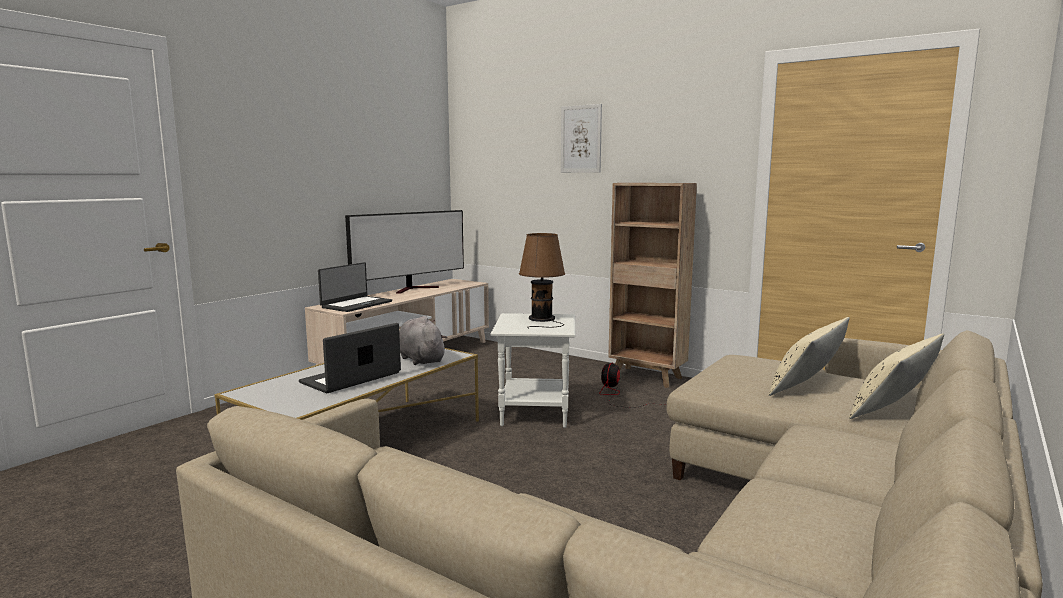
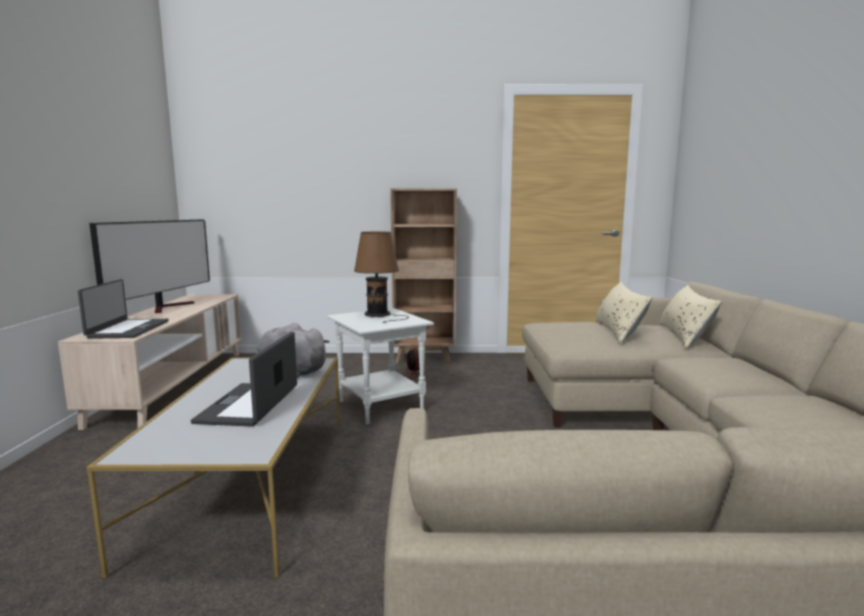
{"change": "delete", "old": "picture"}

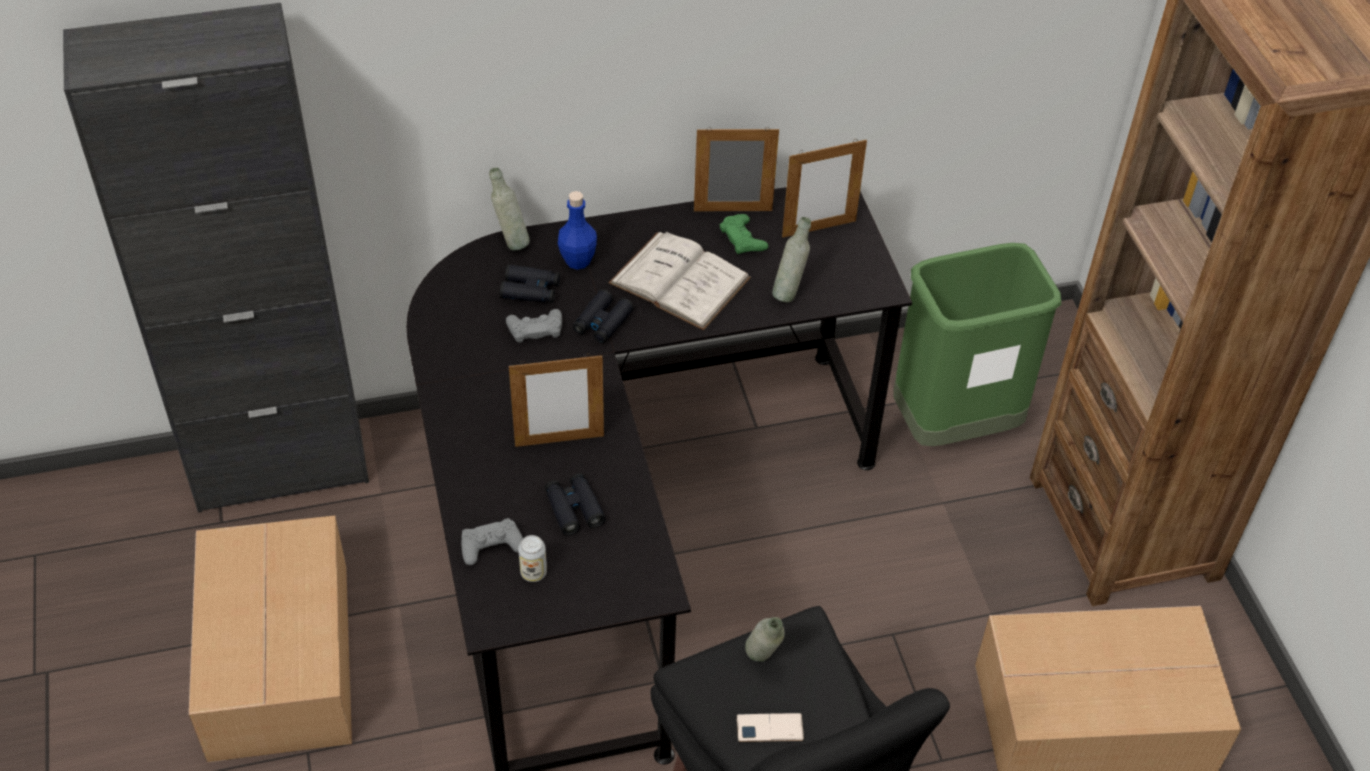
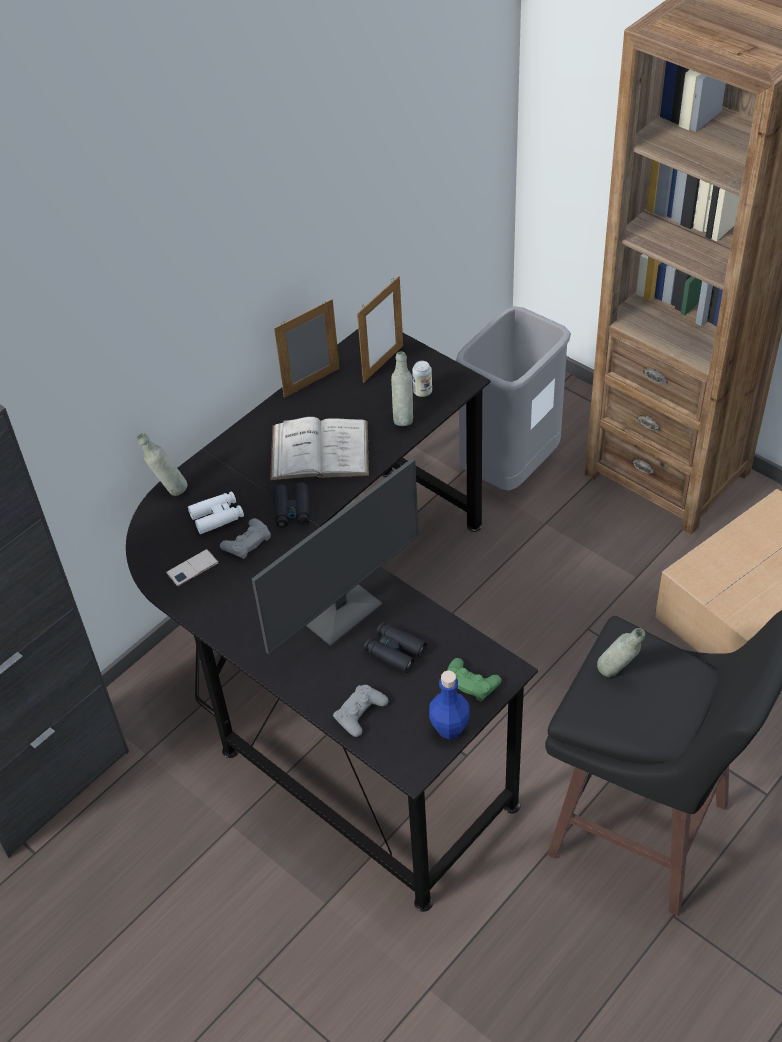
{"change": "move", "old": "bottle in blue"}
{"change": "move", "old": "game controller in green"}
{"change": "recolor", "old": "trash can in green", "new": "trash can in grey"}
{"change": "recolor", "old": "binoculars in black (1st from left)", "new": "binoculars in white"}
{"change": "replace", "old": "picture frame (1st from left)", "new": "monitor"}
{"change": "delete", "old": "cardboard box (1st from left)"}
{"change": "move", "old": "can"}
{"change": "move", "old": "phone"}

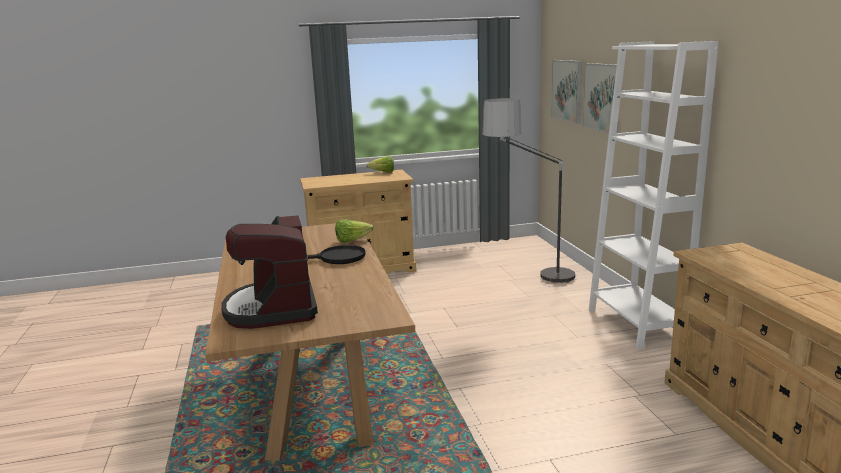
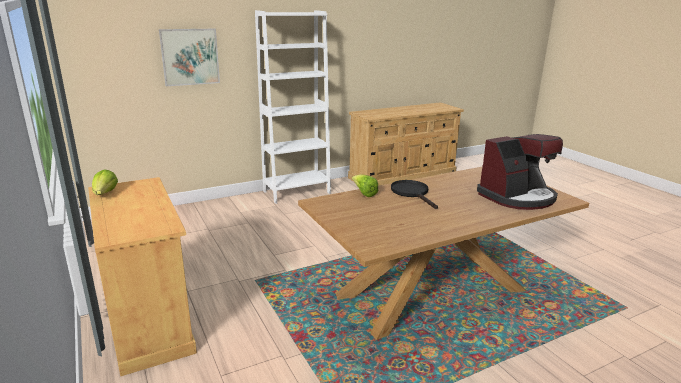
{"change": "delete", "old": "picture (1st from left)"}
{"change": "delete", "old": "floor lamp"}

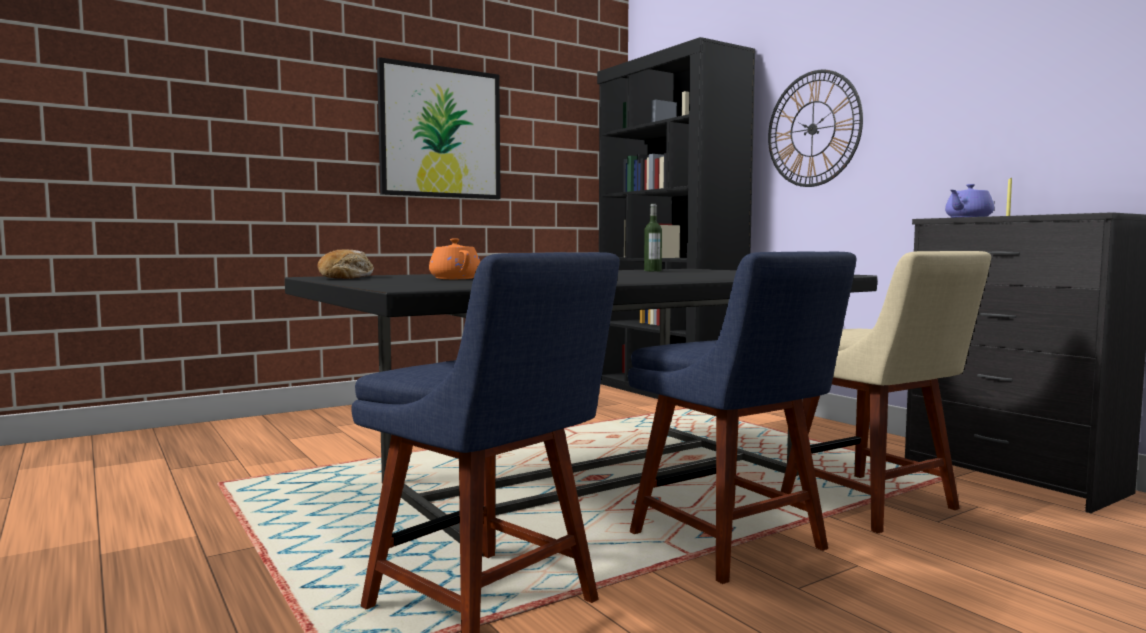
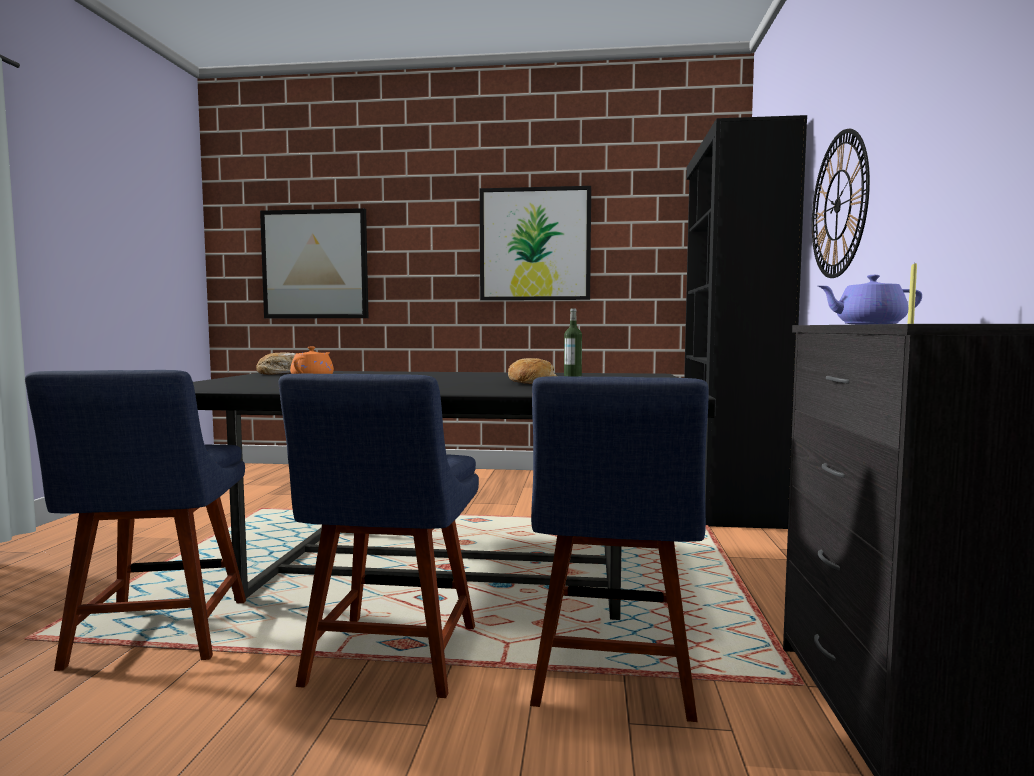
{"change": "recolor", "old": "chair in beige", "new": "chair in blue (3rd from left)"}
{"change": "insert", "new": "picture (1st from left)"}
{"change": "insert", "new": "bread (2nd from left)"}

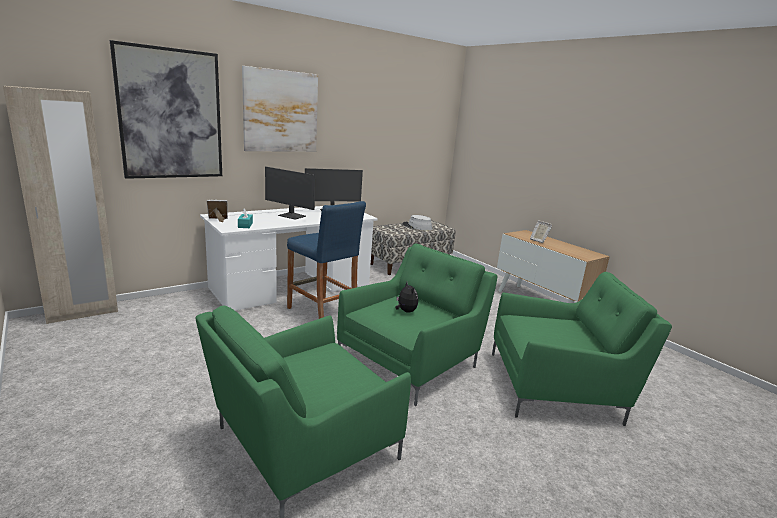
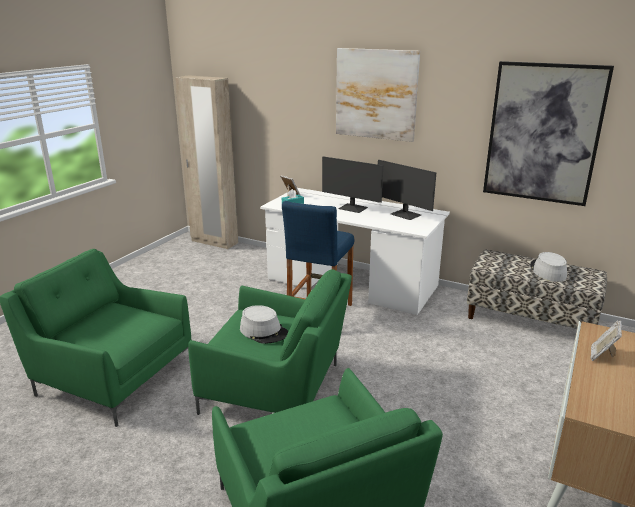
{"change": "move", "old": "picture (1st from left in the first image)", "new": "picture (2nd from left)"}
{"change": "rotate", "old": "monitor (1st from left)", "degrees": -60}
{"change": "replace", "old": "plush toy", "new": "hat in grey (1st from left)"}

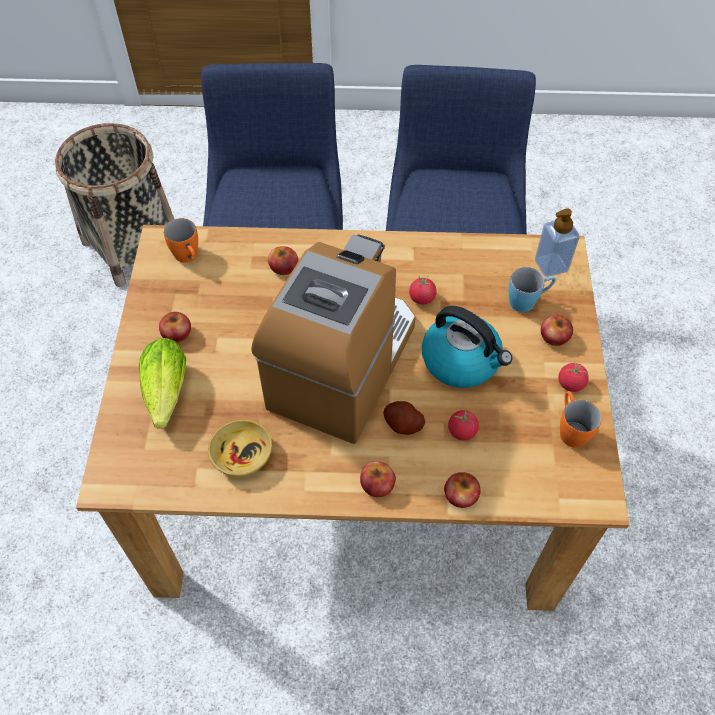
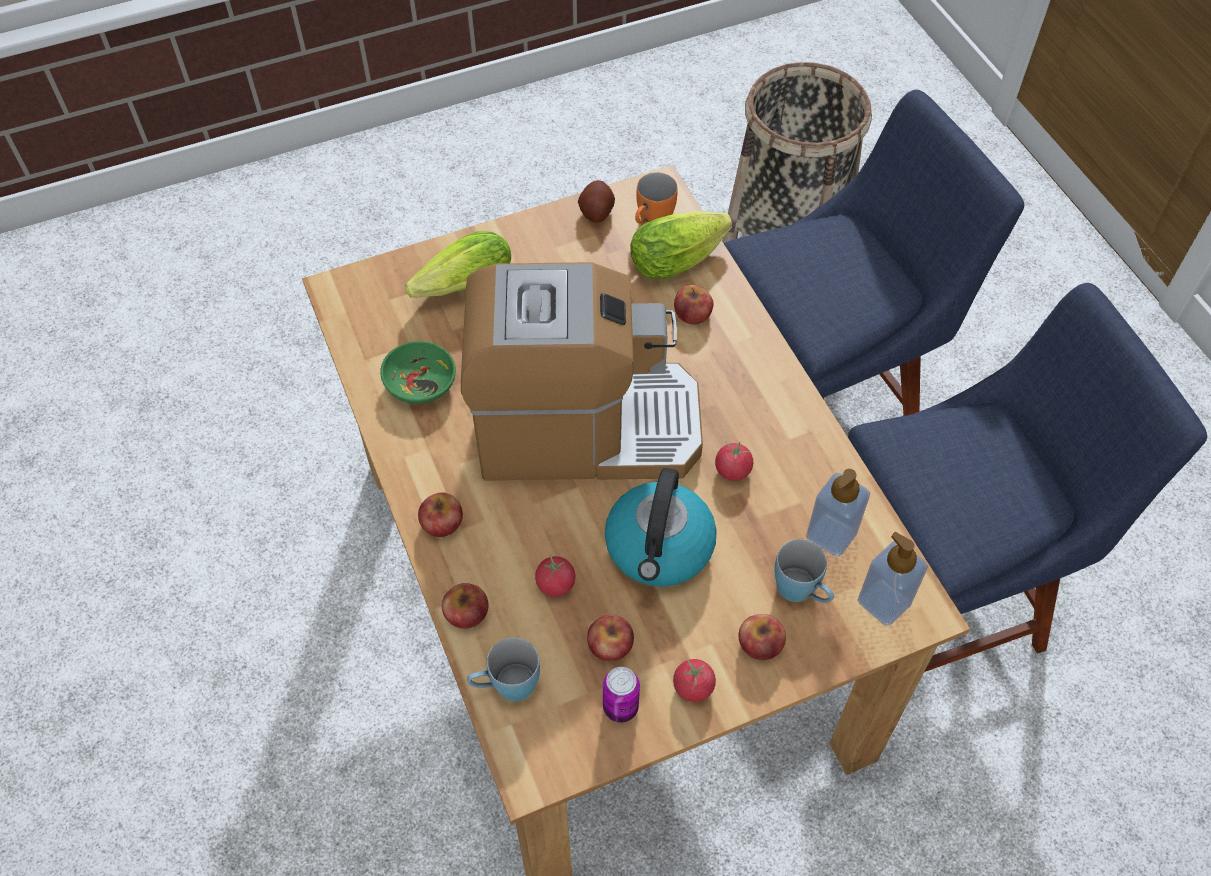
{"change": "move", "old": "apple (1st from left in the first image)", "new": "apple (3rd from left)"}
{"change": "replace", "old": "mug in orange (2nd from left)", "new": "can"}
{"change": "move", "old": "potato"}
{"change": "recolor", "old": "bowl in beige", "new": "bowl in green"}
{"change": "insert", "new": "lettuce (2nd from left)"}
{"change": "insert", "new": "soap dispenser (1st from left)"}
{"change": "insert", "new": "mug in blue (1st from left)"}

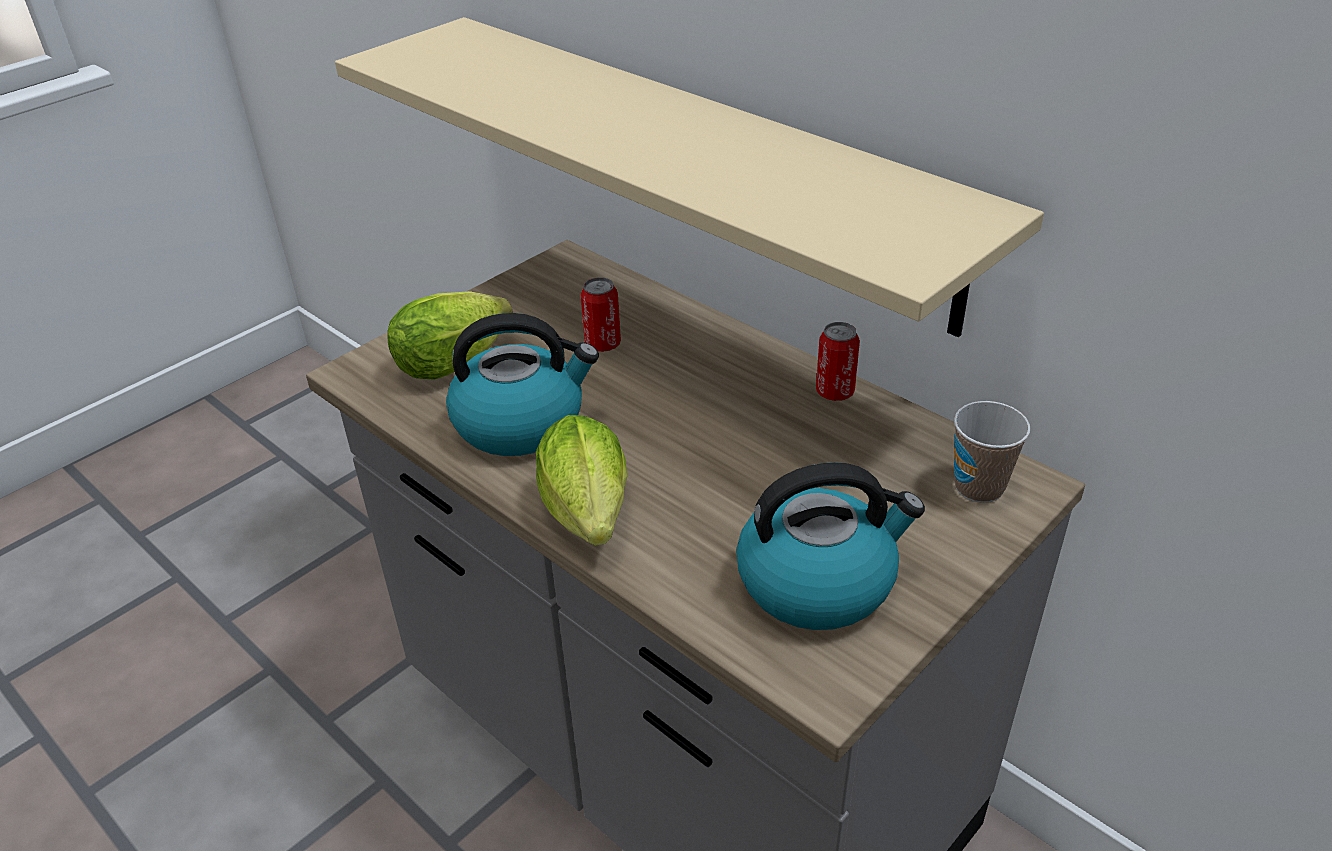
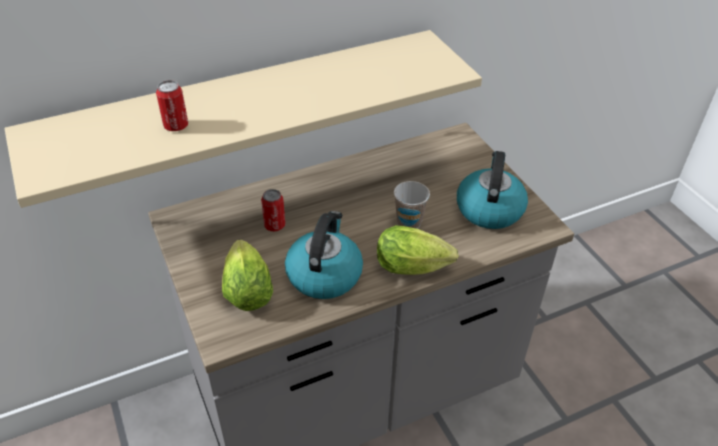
{"change": "move", "old": "can (2nd from left in the first image)", "new": "can (1st from left)"}
{"change": "move", "old": "cup"}

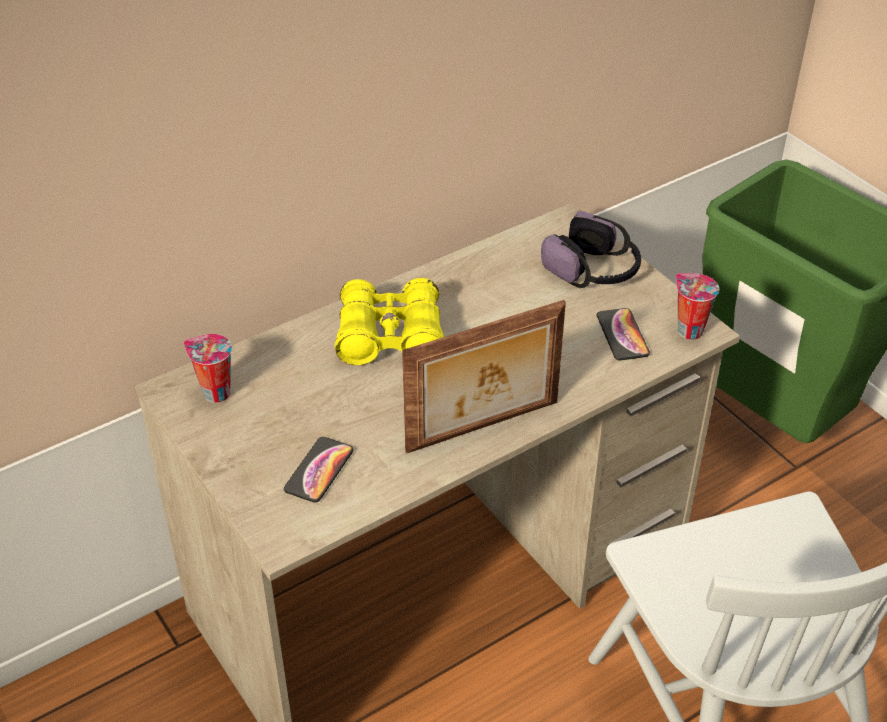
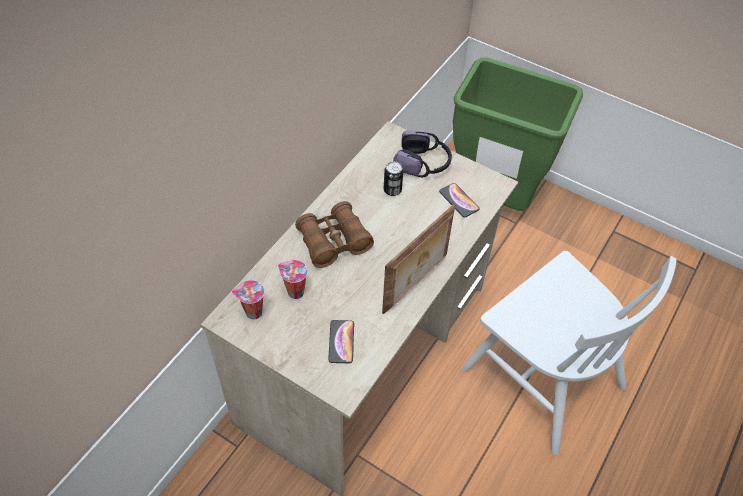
{"change": "move", "old": "cup (2nd from left)"}
{"change": "recolor", "old": "binoculars in yellow", "new": "binoculars in brown"}
{"change": "insert", "new": "can"}

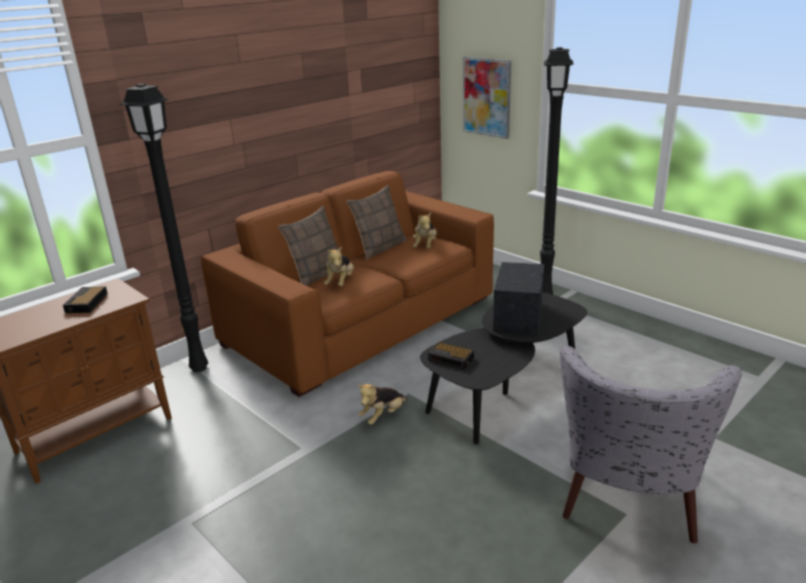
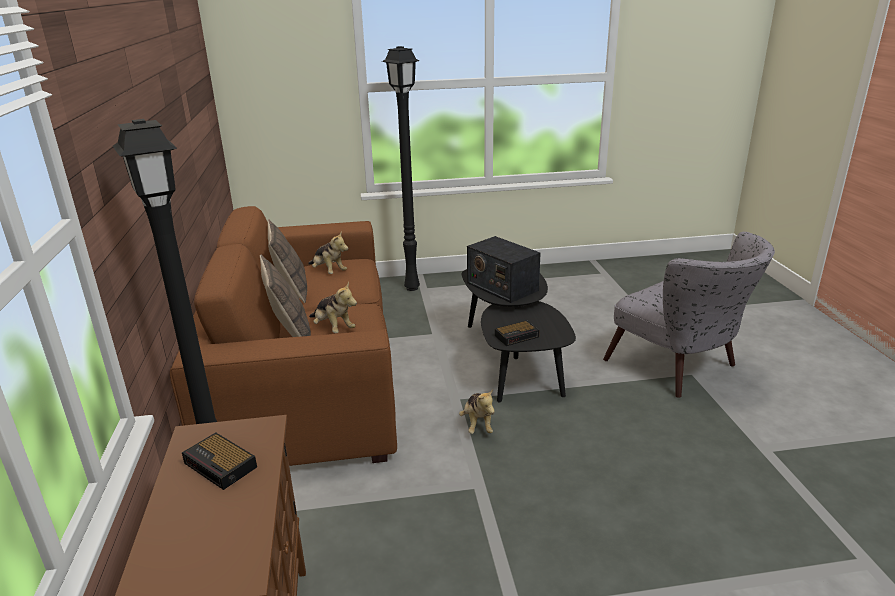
{"change": "delete", "old": "picture"}

